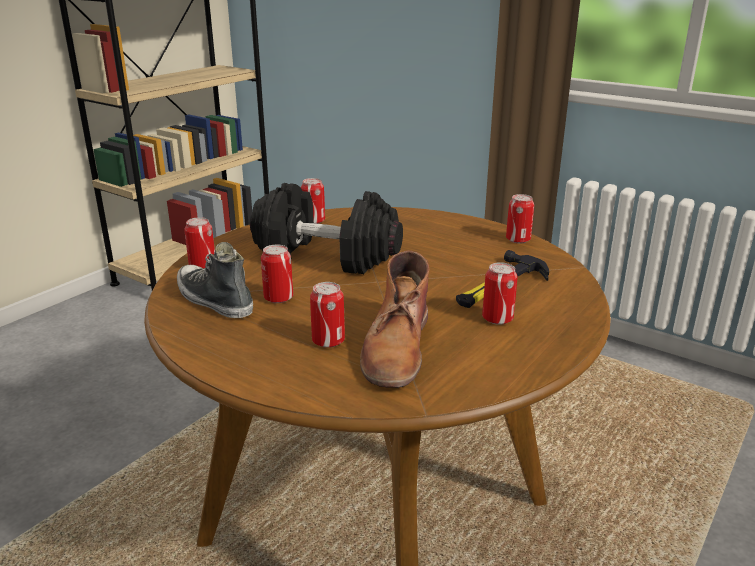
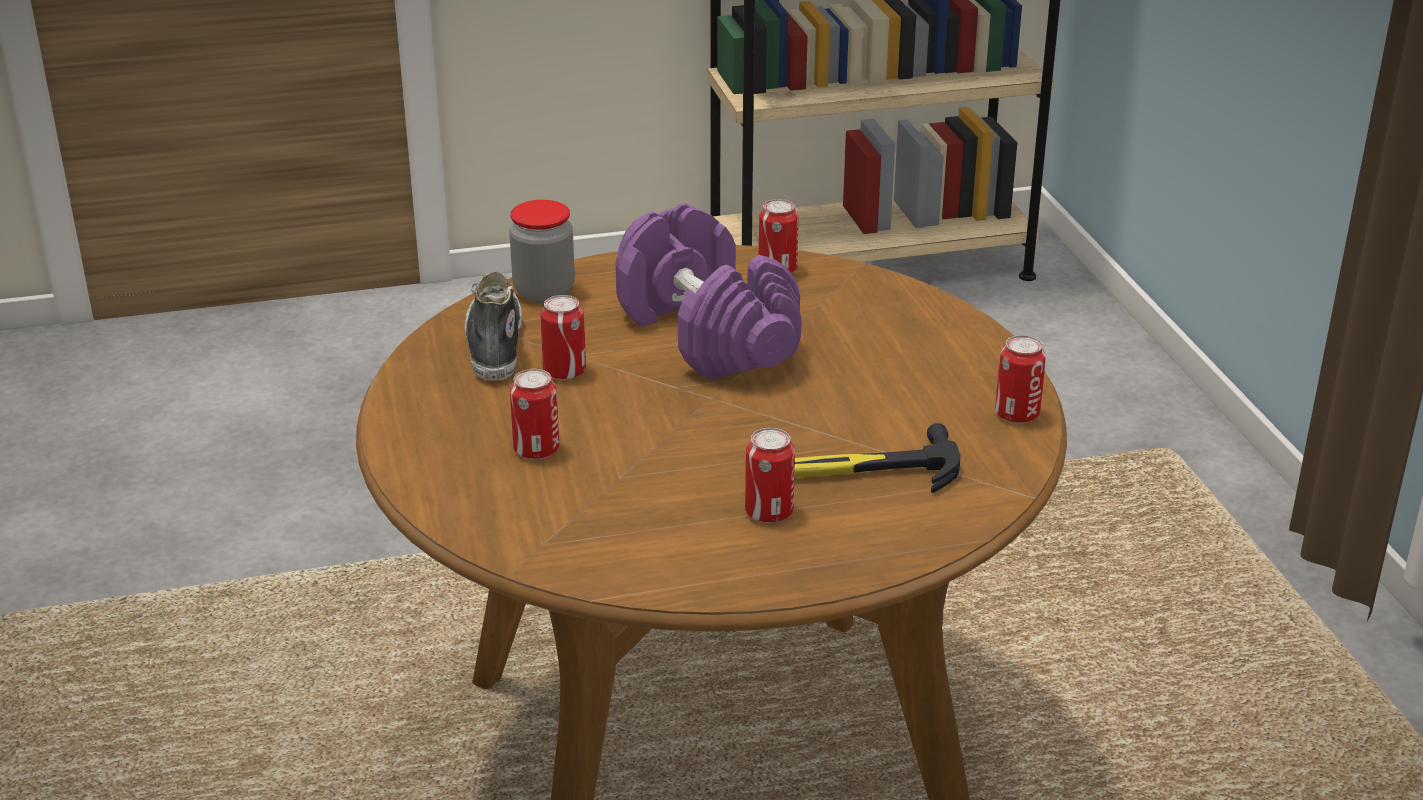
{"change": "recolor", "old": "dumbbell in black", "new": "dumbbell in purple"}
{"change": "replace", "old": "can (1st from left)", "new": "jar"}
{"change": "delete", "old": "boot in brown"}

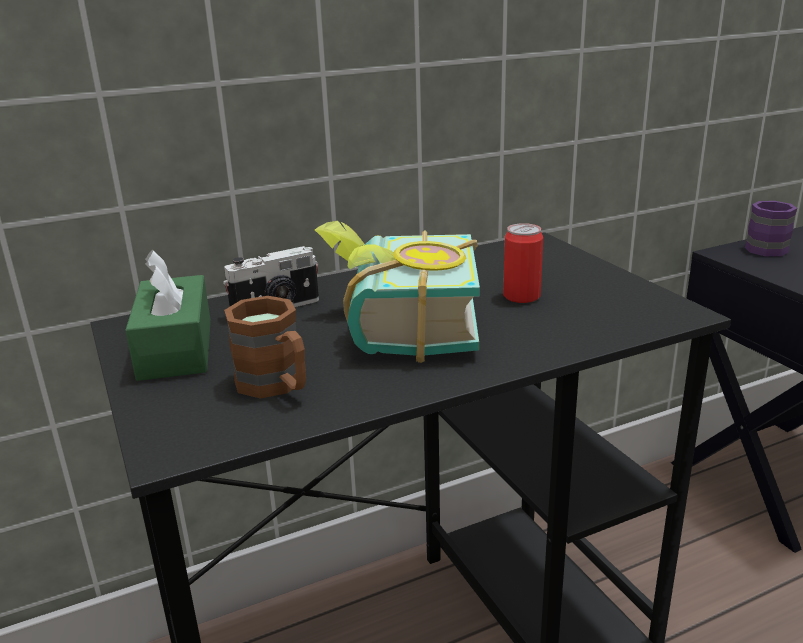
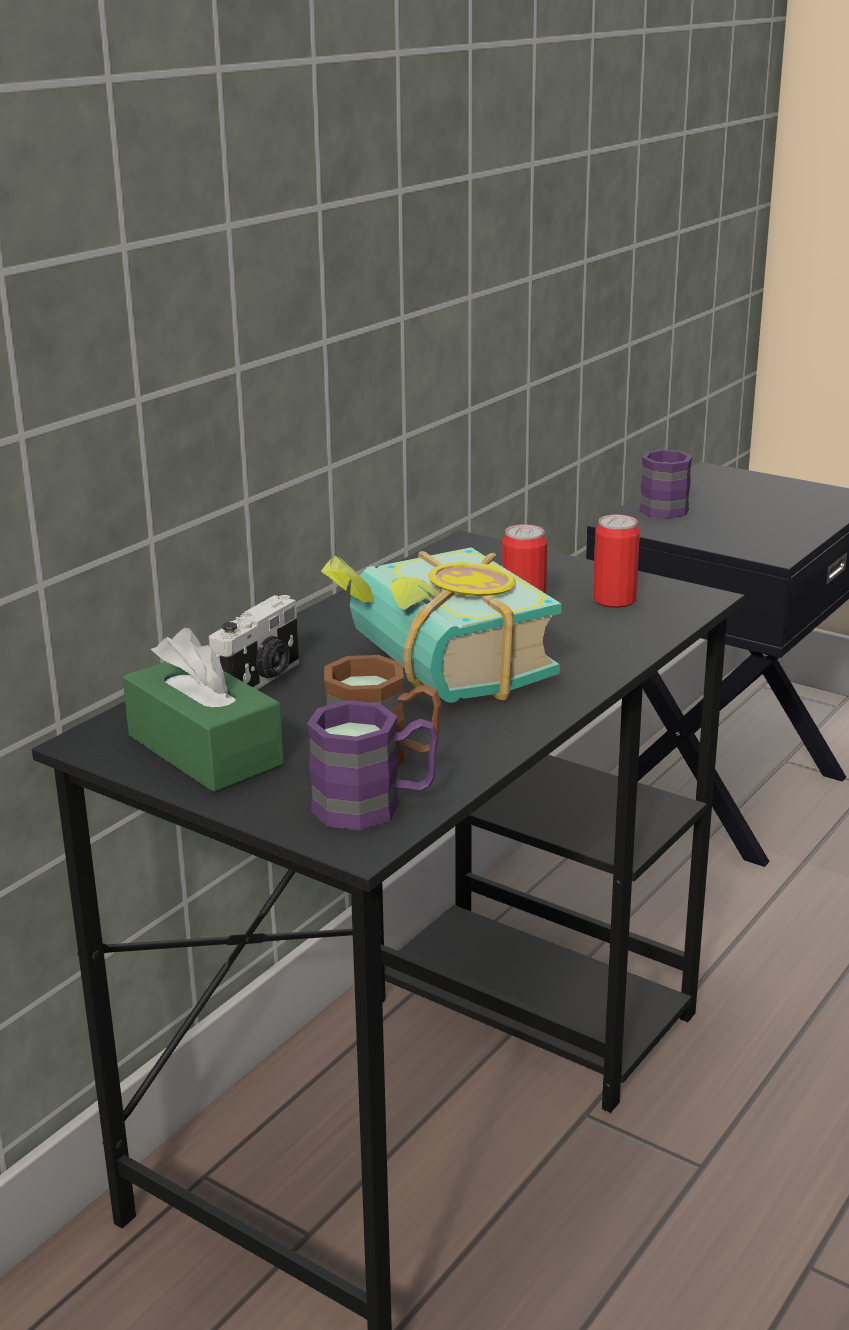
{"change": "insert", "new": "can (2nd from left)"}
{"change": "insert", "new": "mug in purple (1st from left)"}

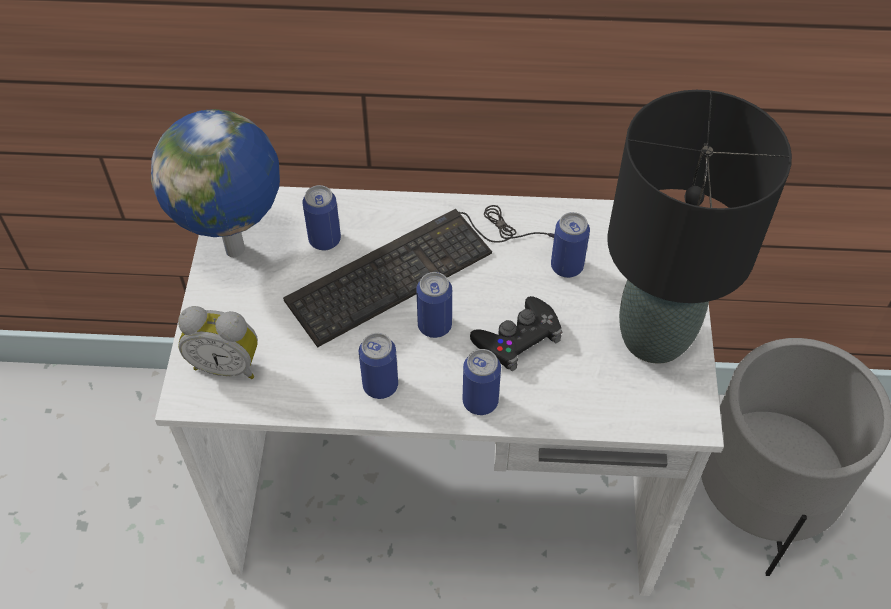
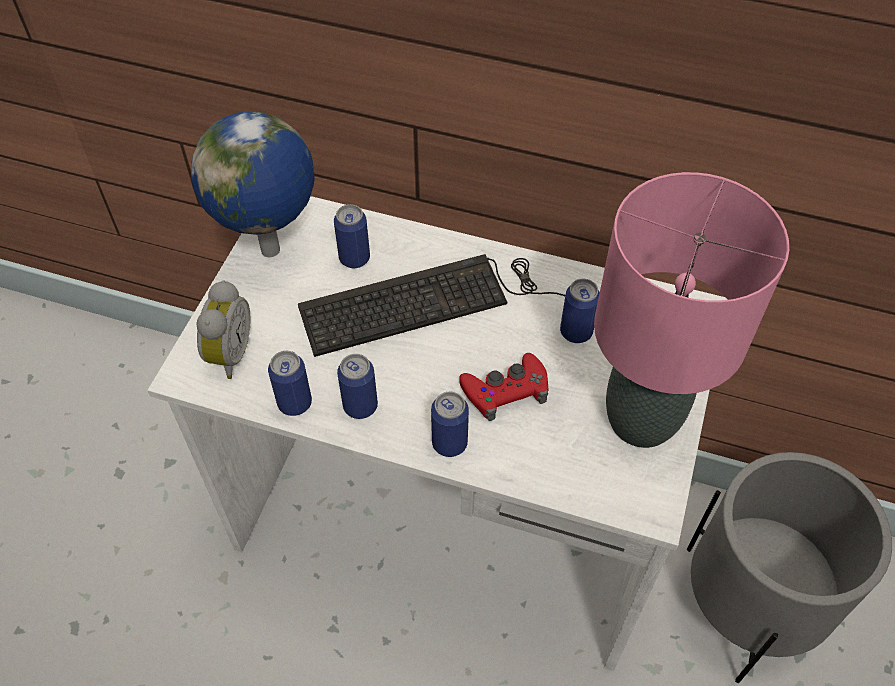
{"change": "recolor", "old": "table lamp in black", "new": "table lamp in pink"}
{"change": "move", "old": "can (3rd from left in the first image)", "new": "can (1st from left)"}
{"change": "recolor", "old": "game controller in black", "new": "game controller in red"}
{"change": "rotate", "old": "alarm clock", "degrees": -105}

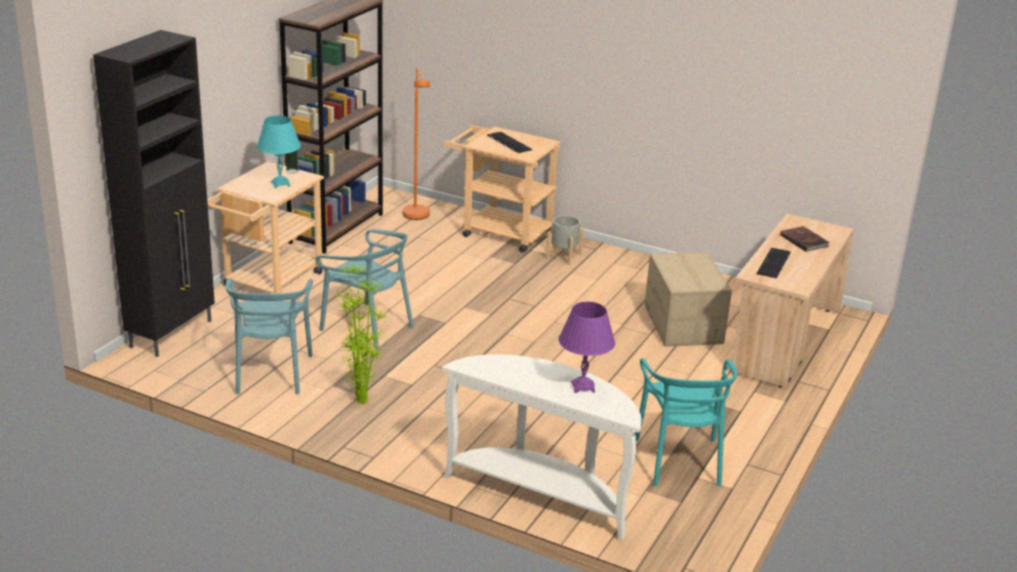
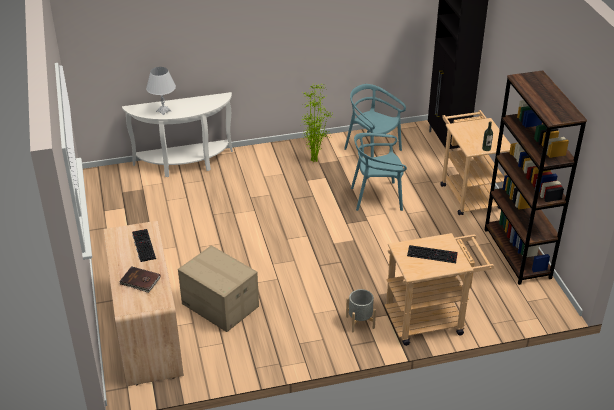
{"change": "delete", "old": "floor lamp in orange"}
{"change": "delete", "old": "table lamp in turquoise"}
{"change": "recolor", "old": "table lamp in purple", "new": "table lamp in white"}
{"change": "delete", "old": "chair in turquoise (3rd from left)"}

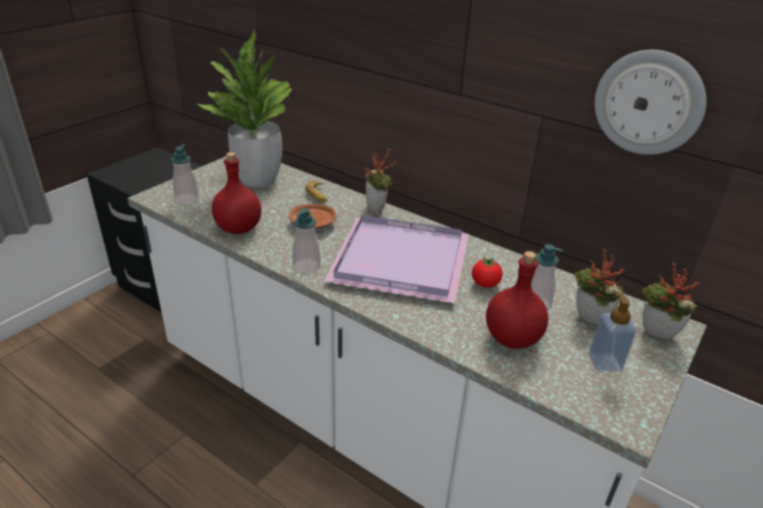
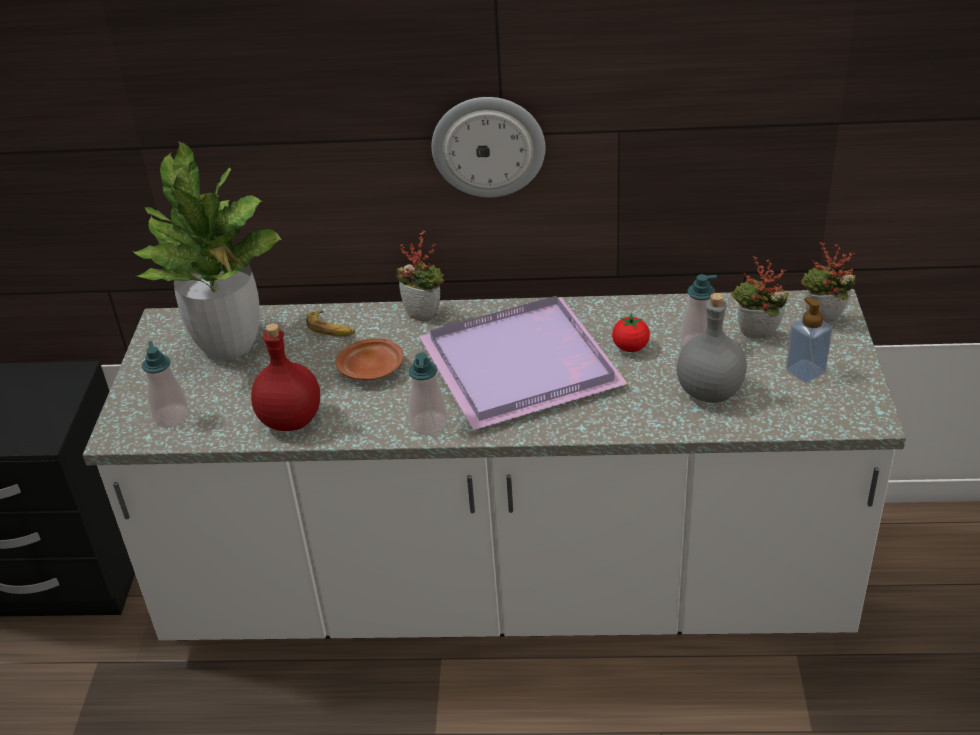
{"change": "move", "old": "wall clock"}
{"change": "recolor", "old": "bottle in red (2nd from left)", "new": "bottle in grey"}

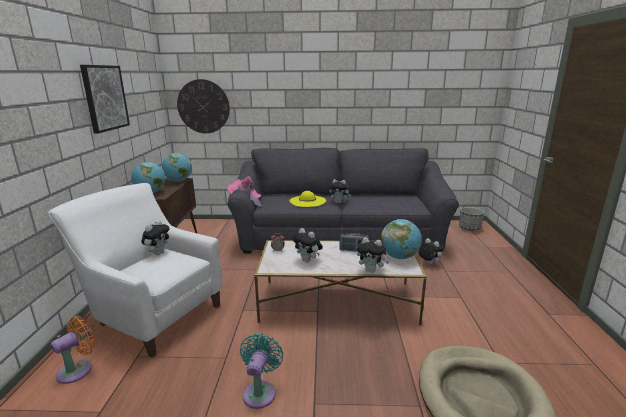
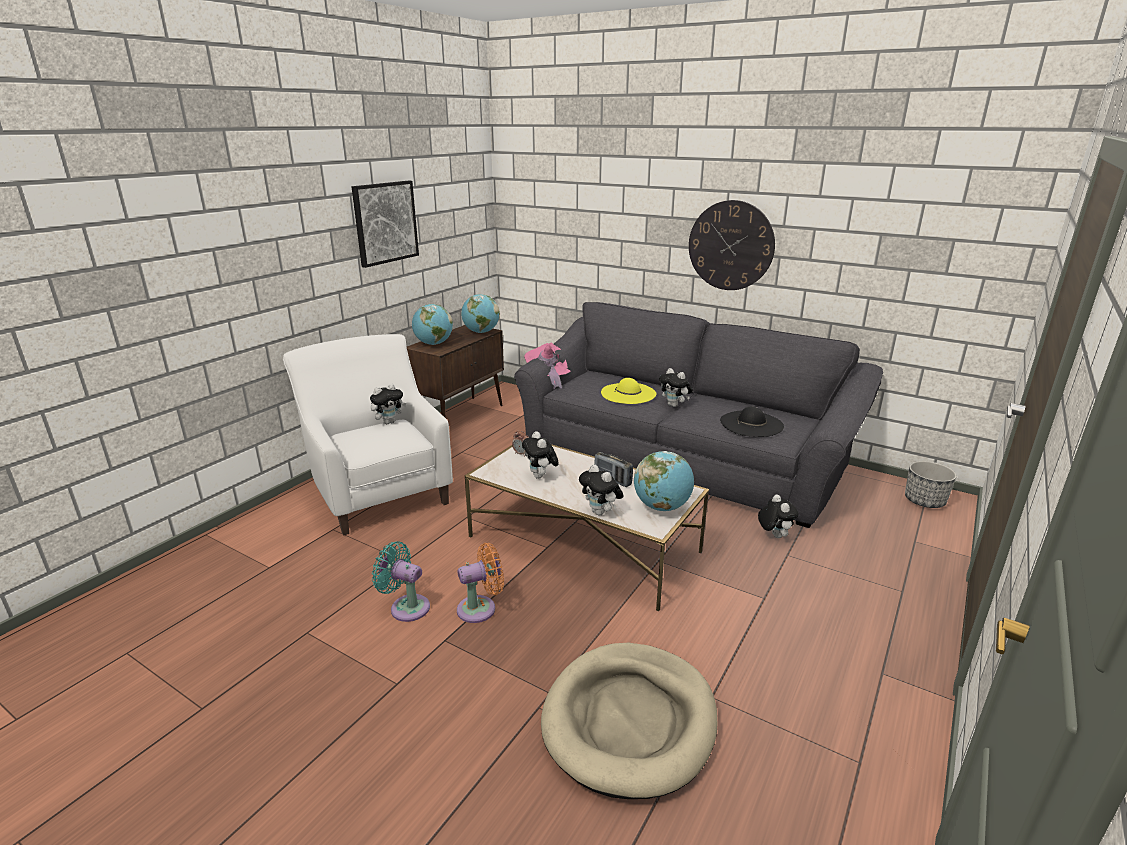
{"change": "move", "old": "wall clock"}
{"change": "move", "old": "fan in orange"}
{"change": "rotate", "old": "fan in turquoise", "degrees": -105}
{"change": "insert", "new": "hat in black"}

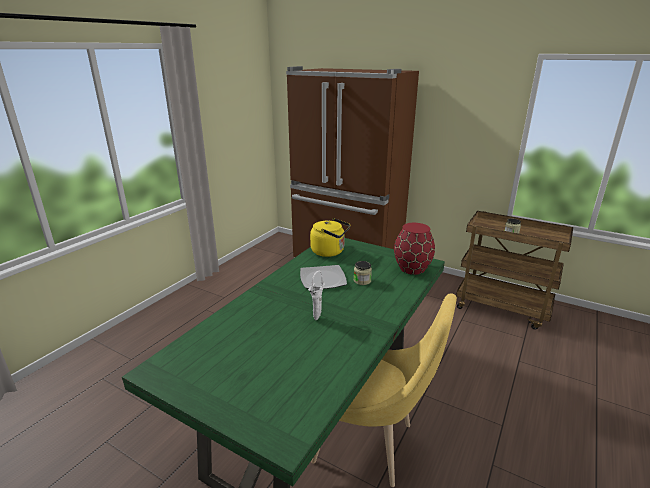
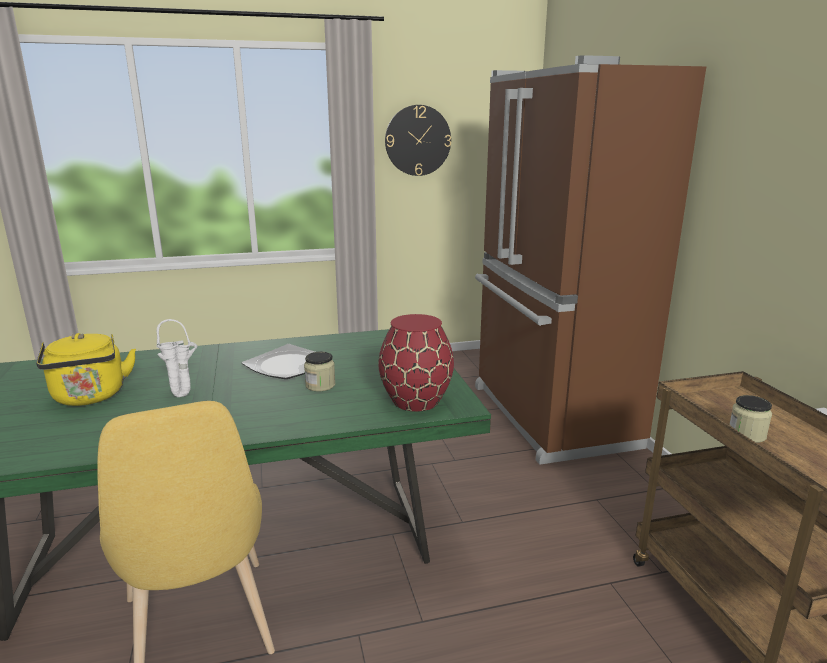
{"change": "move", "old": "kettle in yellow"}
{"change": "insert", "new": "wall clock"}

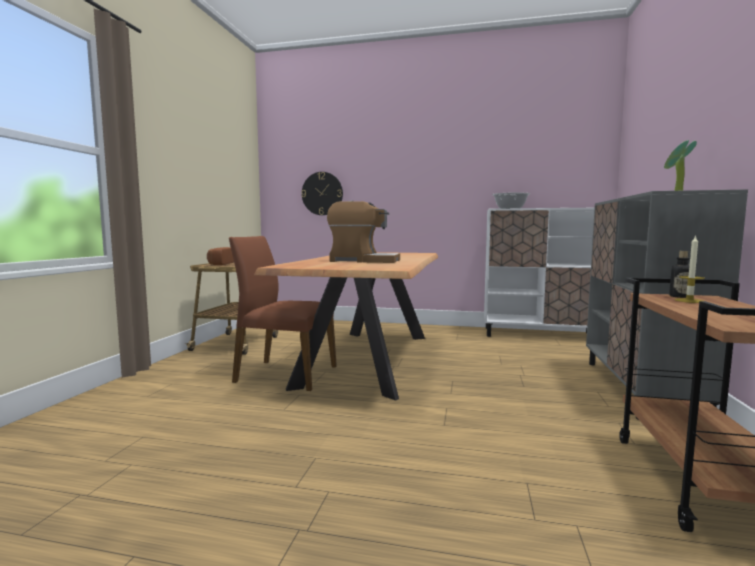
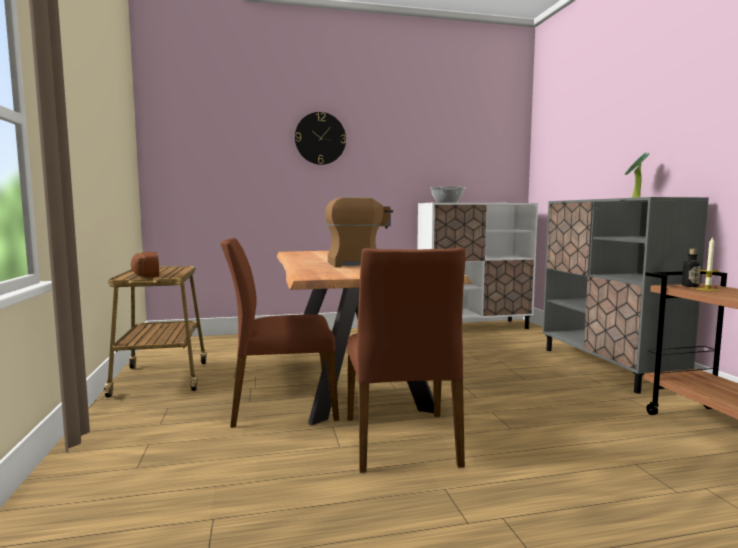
{"change": "move", "old": "wall clock"}
{"change": "insert", "new": "chair in brown (2nd from left)"}

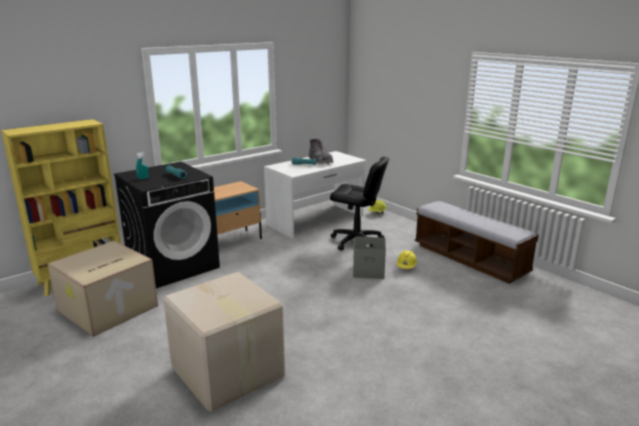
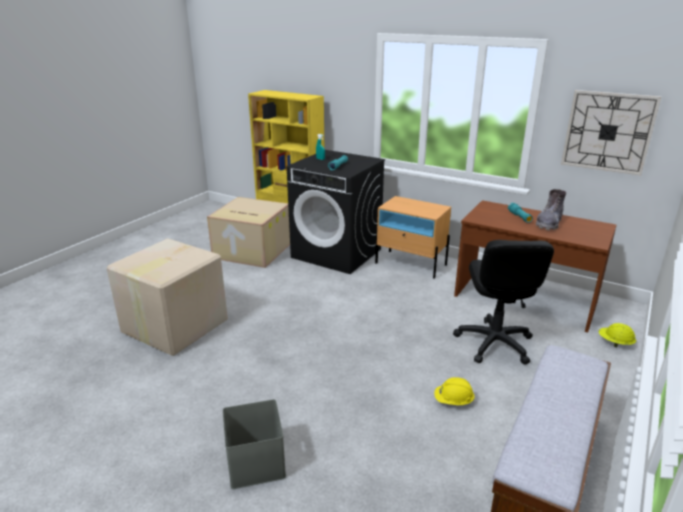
{"change": "recolor", "old": "desk in white", "new": "desk in brown"}
{"change": "move", "old": "storage box in grey"}
{"change": "insert", "new": "wall clock"}

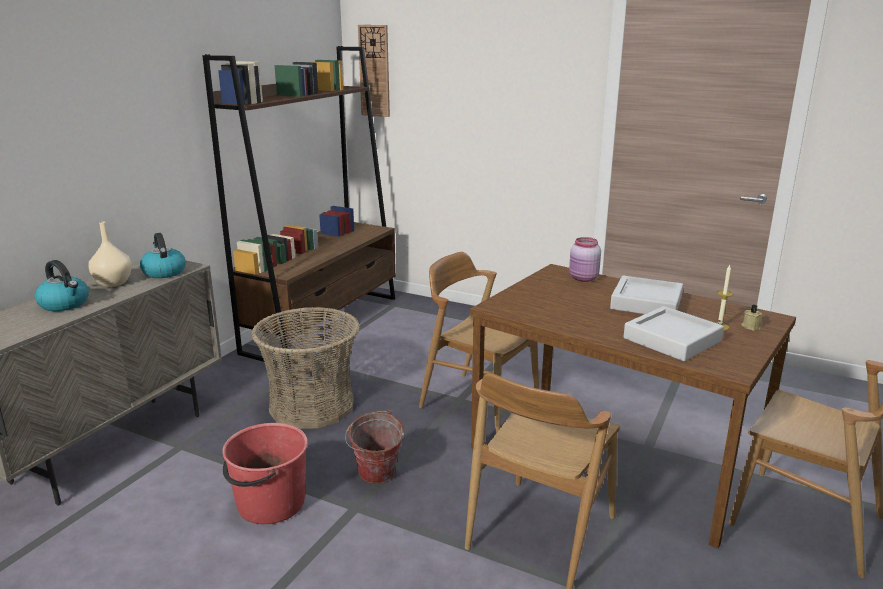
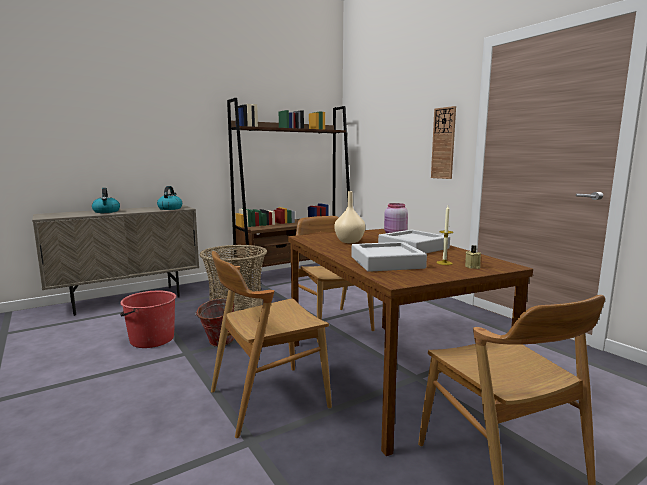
{"change": "move", "old": "wall clock"}
{"change": "move", "old": "vase in beige"}

